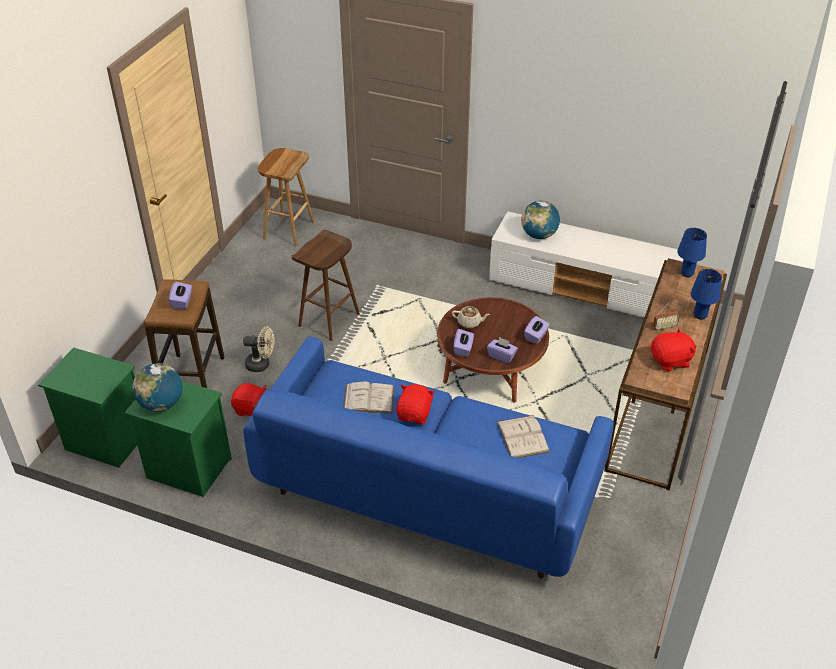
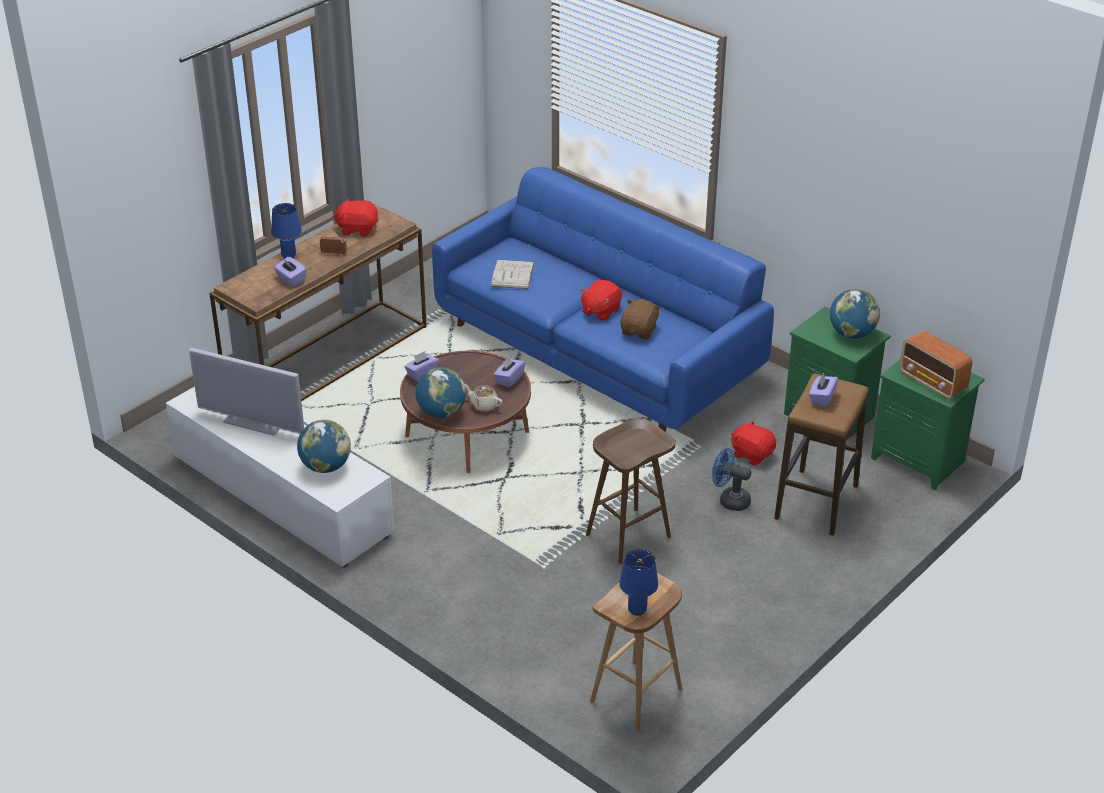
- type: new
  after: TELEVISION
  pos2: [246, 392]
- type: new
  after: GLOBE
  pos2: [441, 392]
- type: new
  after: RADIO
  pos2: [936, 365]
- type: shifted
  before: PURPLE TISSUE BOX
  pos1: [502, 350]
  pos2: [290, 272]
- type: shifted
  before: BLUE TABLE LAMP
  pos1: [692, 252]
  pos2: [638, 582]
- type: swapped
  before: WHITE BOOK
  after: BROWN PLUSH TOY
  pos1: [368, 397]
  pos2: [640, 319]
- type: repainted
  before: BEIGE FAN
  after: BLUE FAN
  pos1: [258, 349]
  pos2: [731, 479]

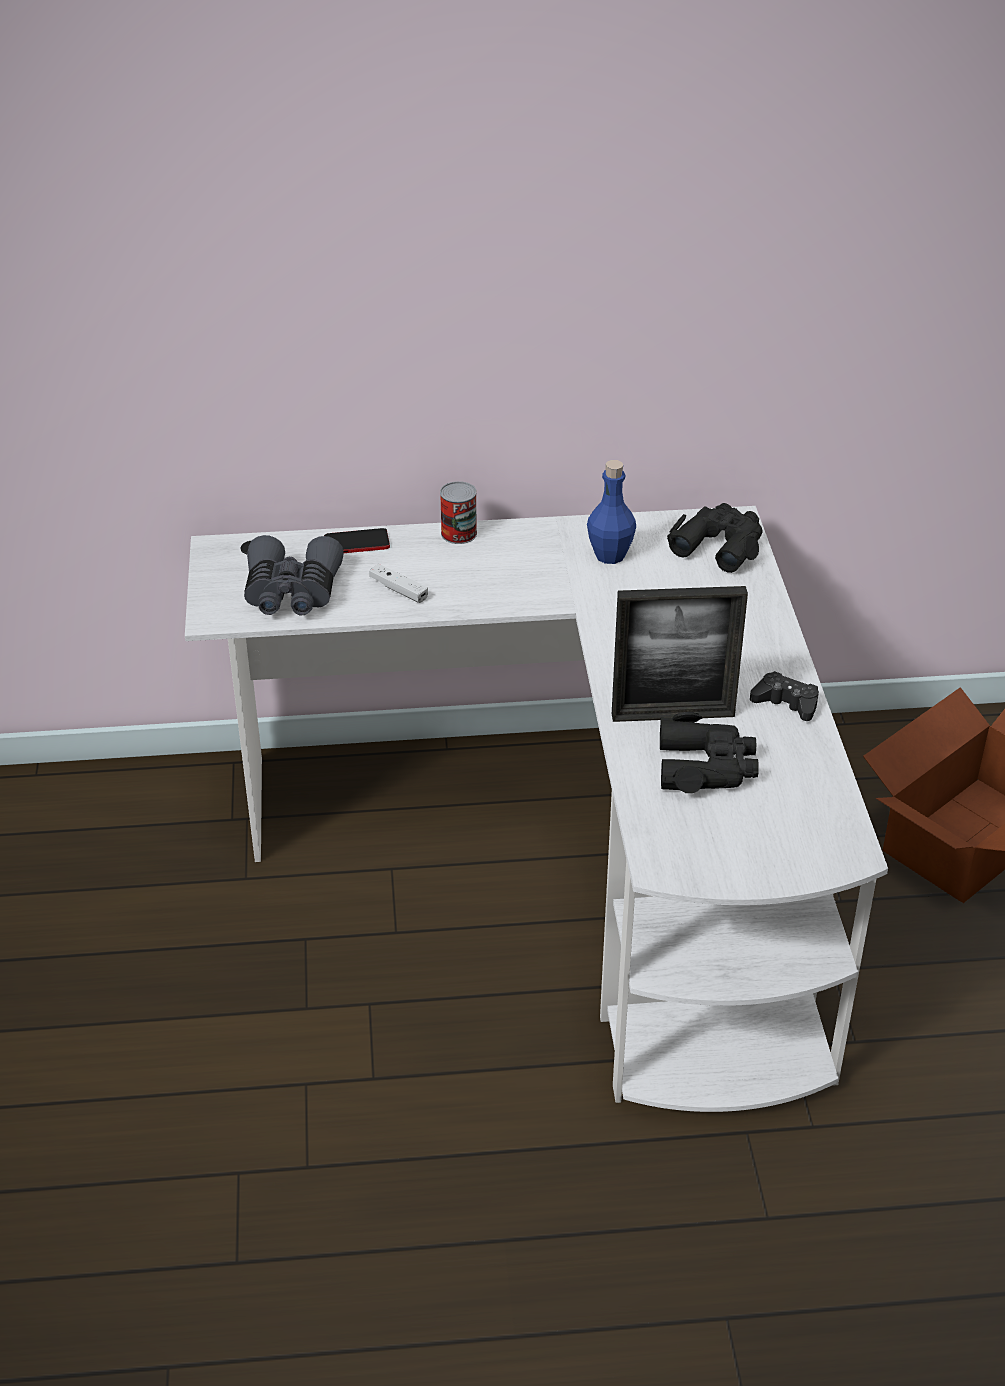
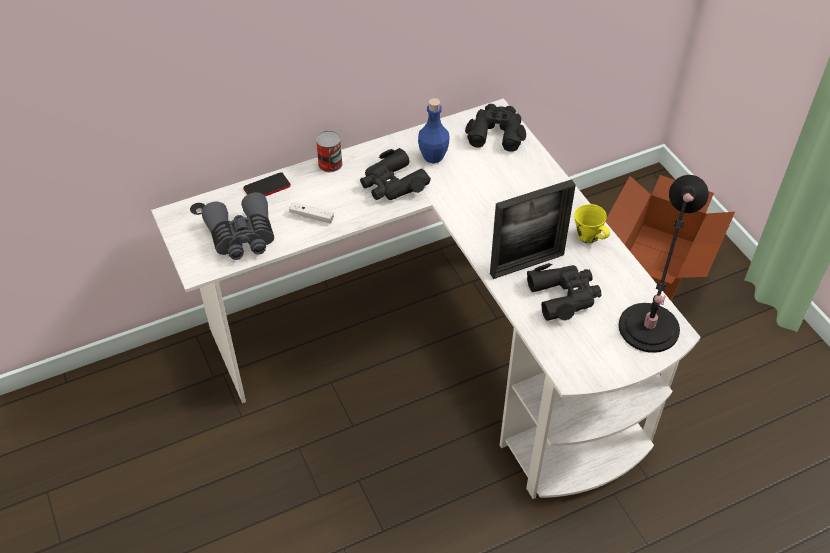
- type: new
  after: BLACK BINOCULARS
  pos2: [395, 174]
- type: new
  after: BLACK TABLE LAMP
  pos2: [664, 264]
- type: swapped
  before: BLACK GAME CONTROLLER
  after: YELLOW MUG
  pos1: [784, 696]
  pos2: [592, 223]

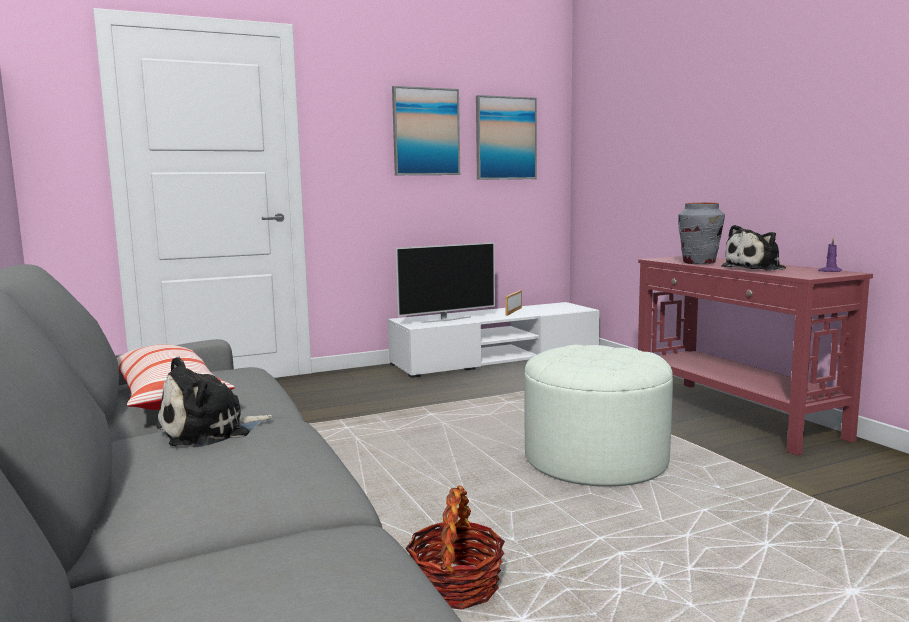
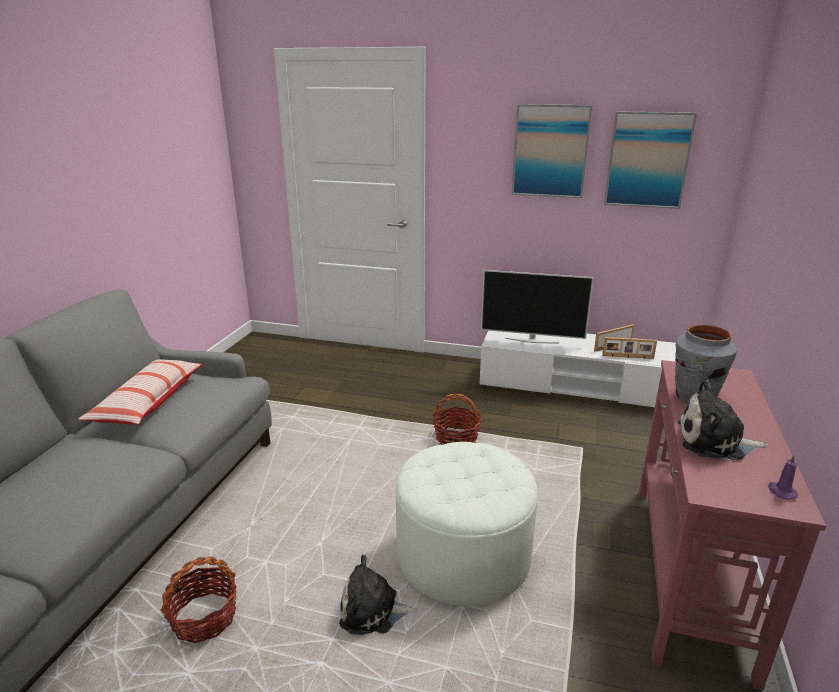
- type: new
  after: BASKET
  pos2: [457, 419]
- type: new
  after: PICTURE FRAME
  pos2: [629, 348]
- type: shifted
  before: PLUSH TOY
  pos1: [214, 402]
  pos2: [377, 595]

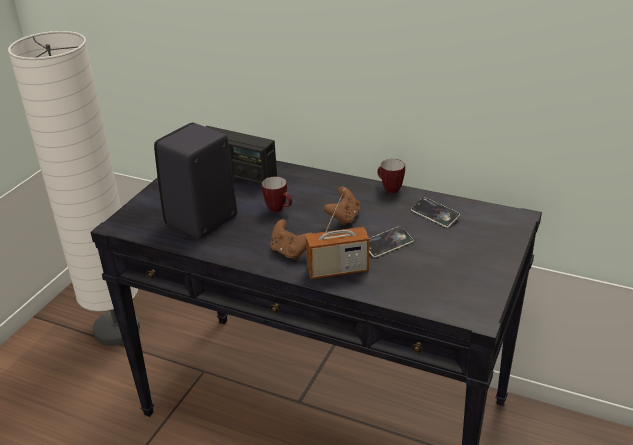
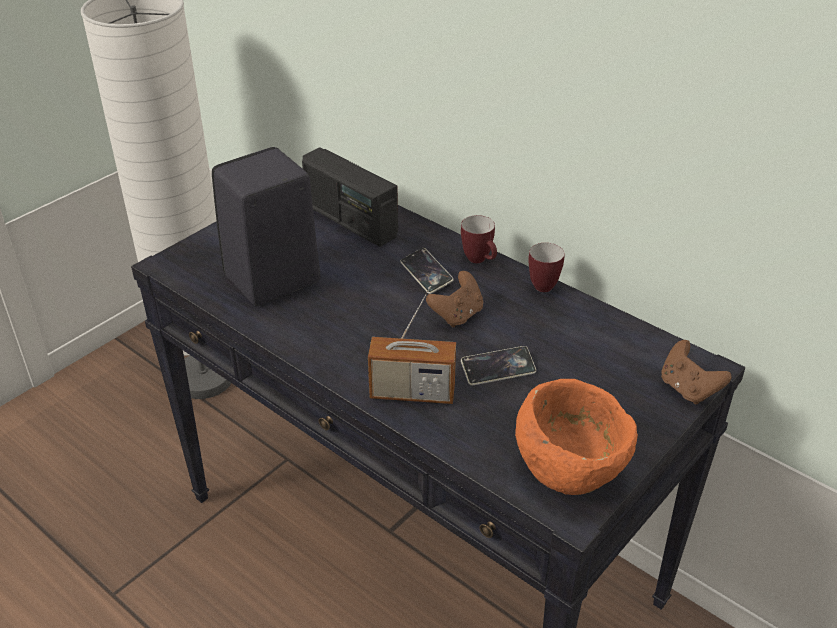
- type: new
  after: ORANGE BOWL
  pos2: [576, 437]
- type: shifted
  before: MUG
  pos1: [277, 194]
  pos2: [479, 239]
- type: shifted
  before: BROWN GAME CONTROLLER
  pos1: [291, 239]
  pos2: [696, 372]
- type: shifted
  before: PHONE
  pos1: [435, 212]
  pos2: [427, 271]

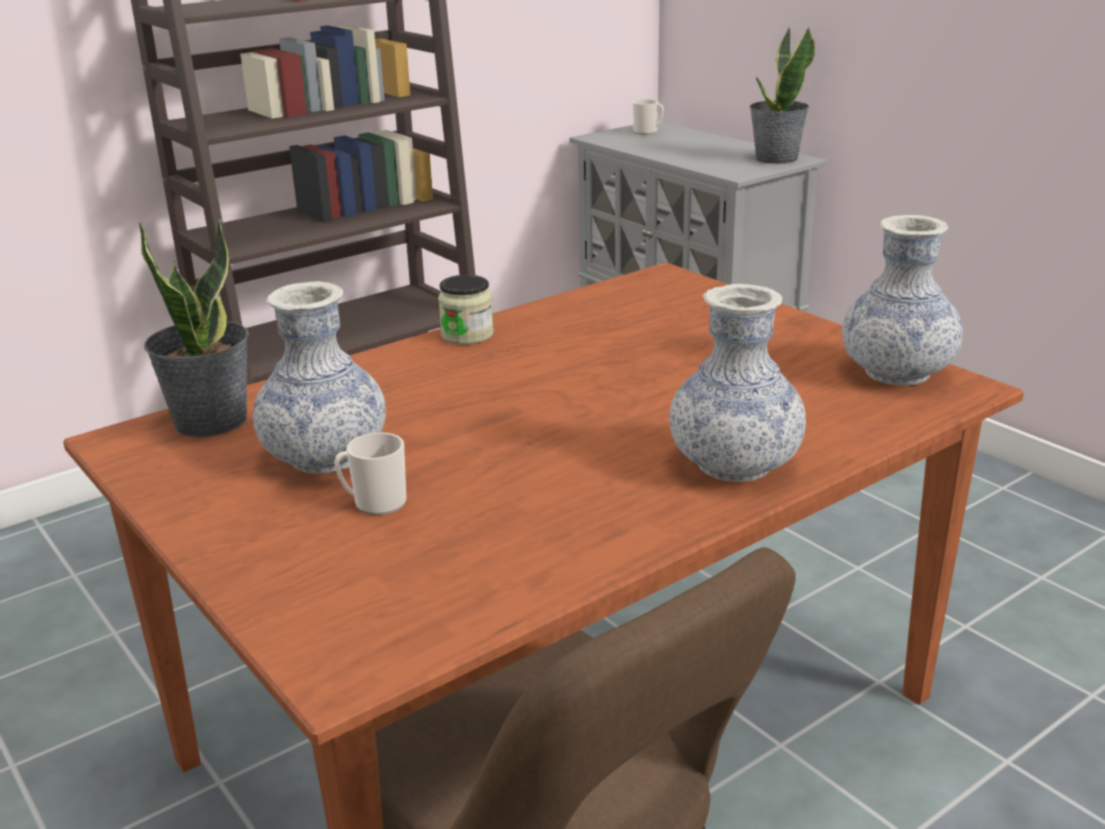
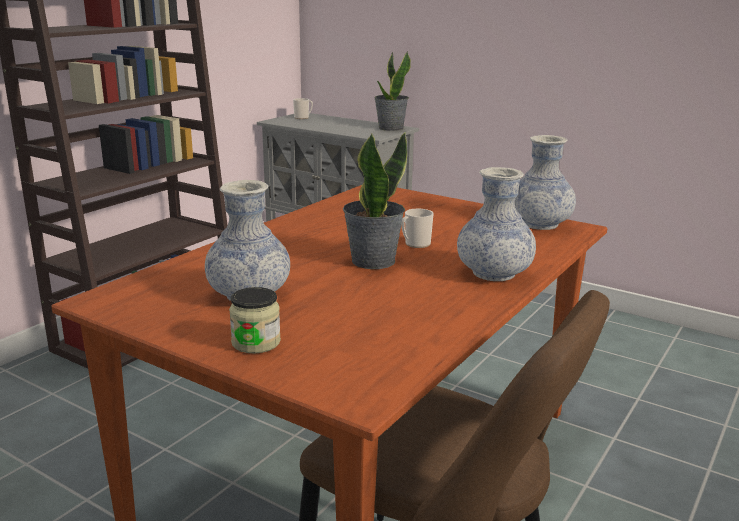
- type: shifted
  before: POTTED PLANT
  pos1: [194, 328]
  pos2: [375, 200]
- type: shifted
  before: MUG
  pos1: [370, 473]
  pos2: [417, 228]
- type: shifted
  before: JAR
  pos1: [466, 310]
  pos2: [255, 320]

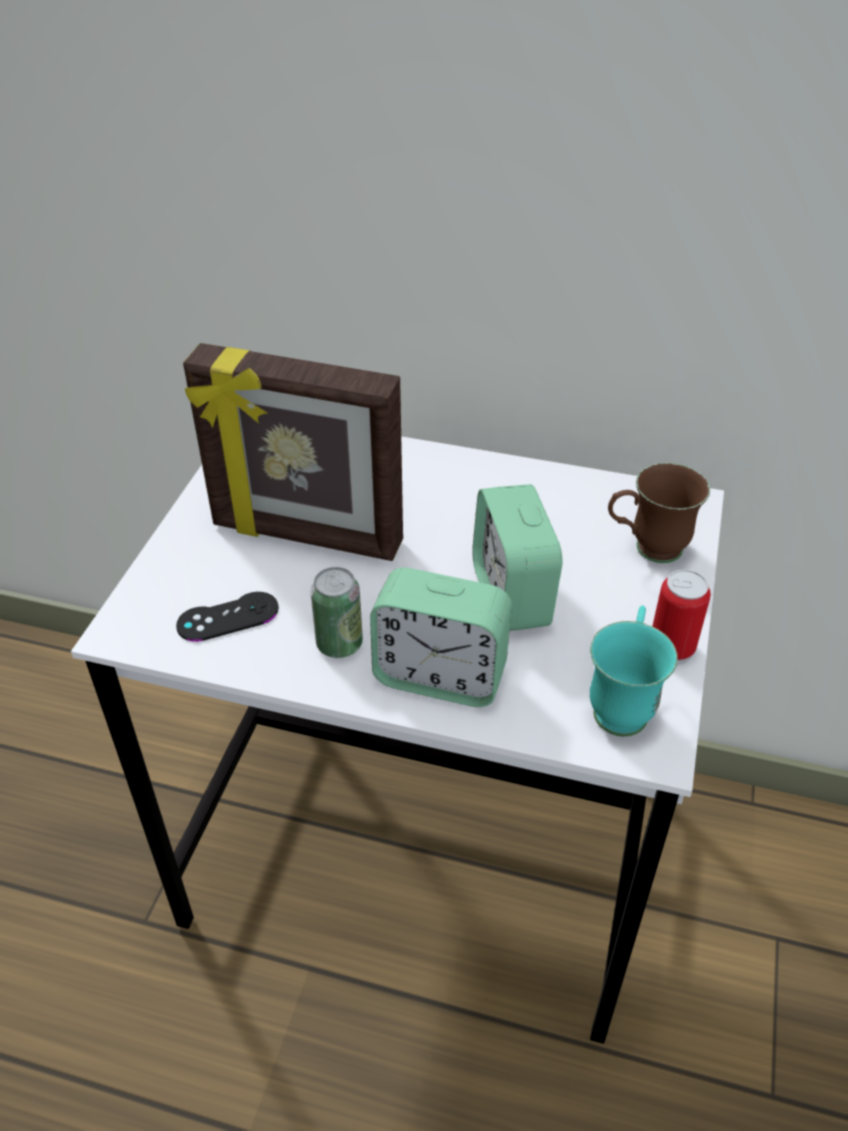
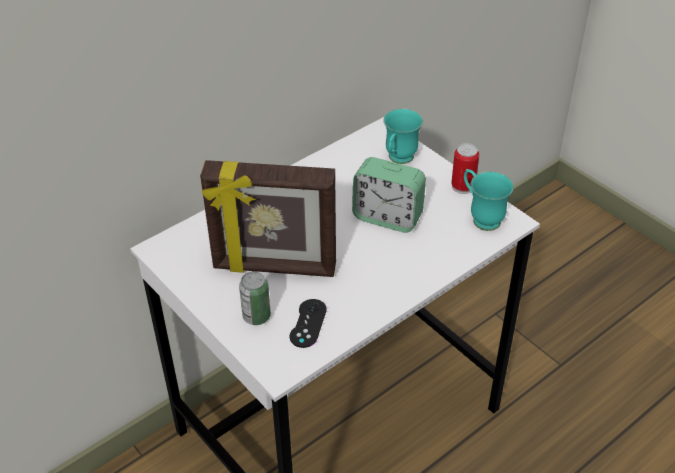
- type: gone
  before: ALARM CLOCK
  pos1: [441, 637]
- type: shifted
  before: CAN
  pos1: [337, 612]
  pos2: [255, 298]
- type: repainted
  before: BROWN MUG
  after: TURQUOISE MUG
  pos1: [659, 513]
  pos2: [403, 136]
- type: rotated
  before: PICTURE FRAME
  pos1: [293, 452]
  pos2: [268, 218]
  turn: 45

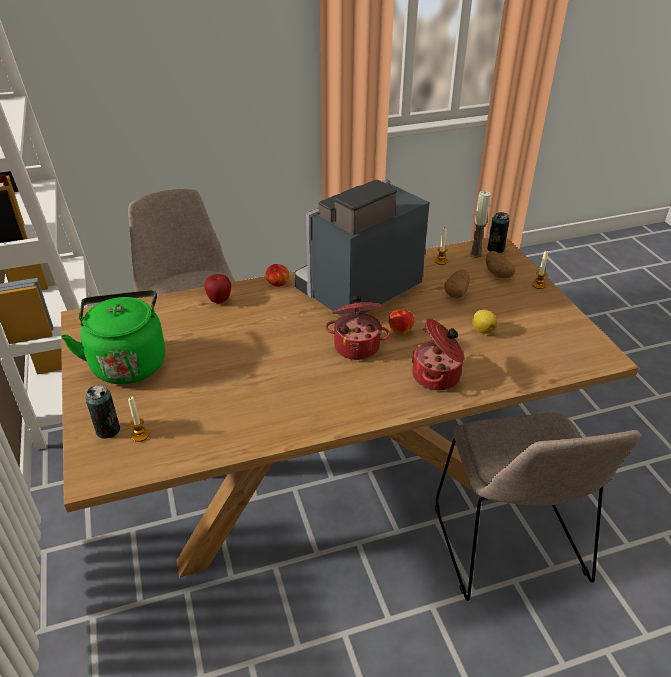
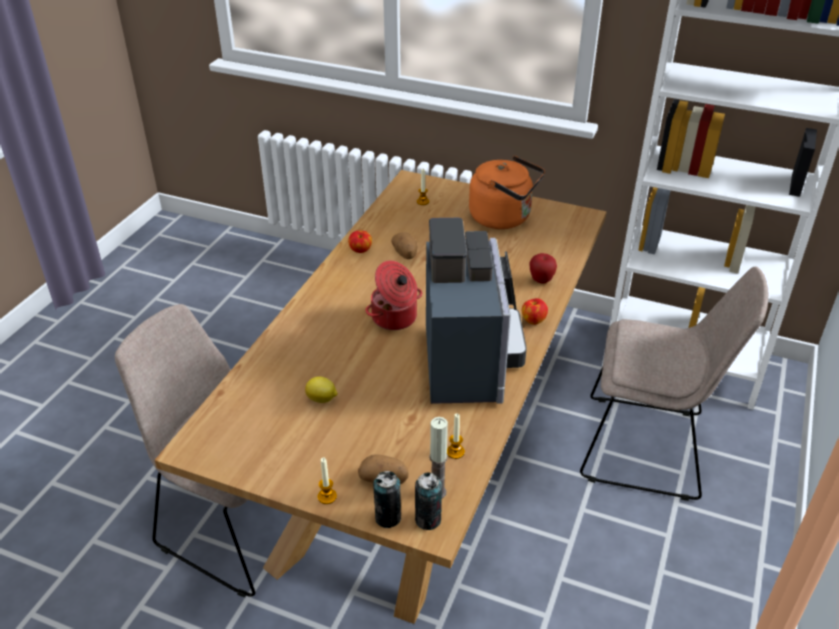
- type: gone
  before: COOKING POT
  pos1: [437, 354]
- type: shifted
  before: CAN
  pos1: [103, 412]
  pos2: [387, 499]
- type: shifted
  before: APPLE
  pos1: [401, 321]
  pos2: [360, 242]
- type: shifted
  before: POTATO
  pos1: [457, 283]
  pos2: [404, 245]
- type: repainted
  before: GREEN KETTLE
  after: ORANGE KETTLE
  pos1: [113, 337]
  pos2: [507, 192]

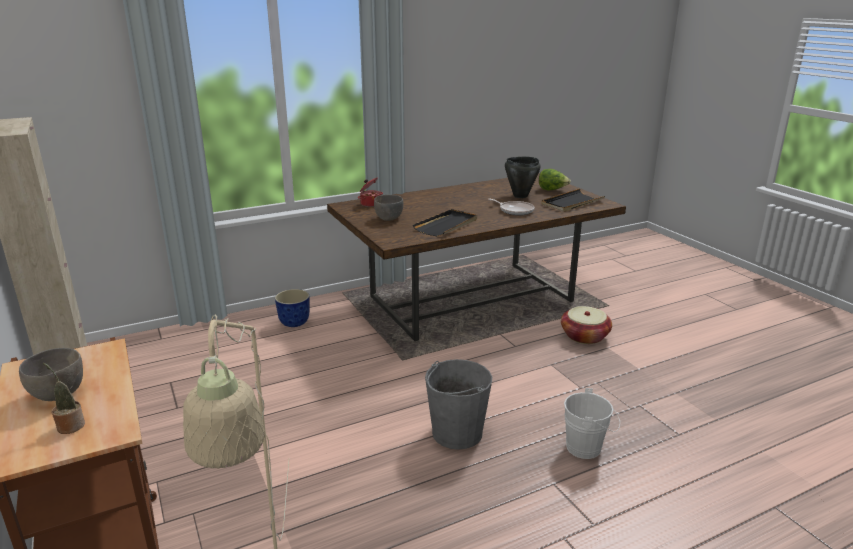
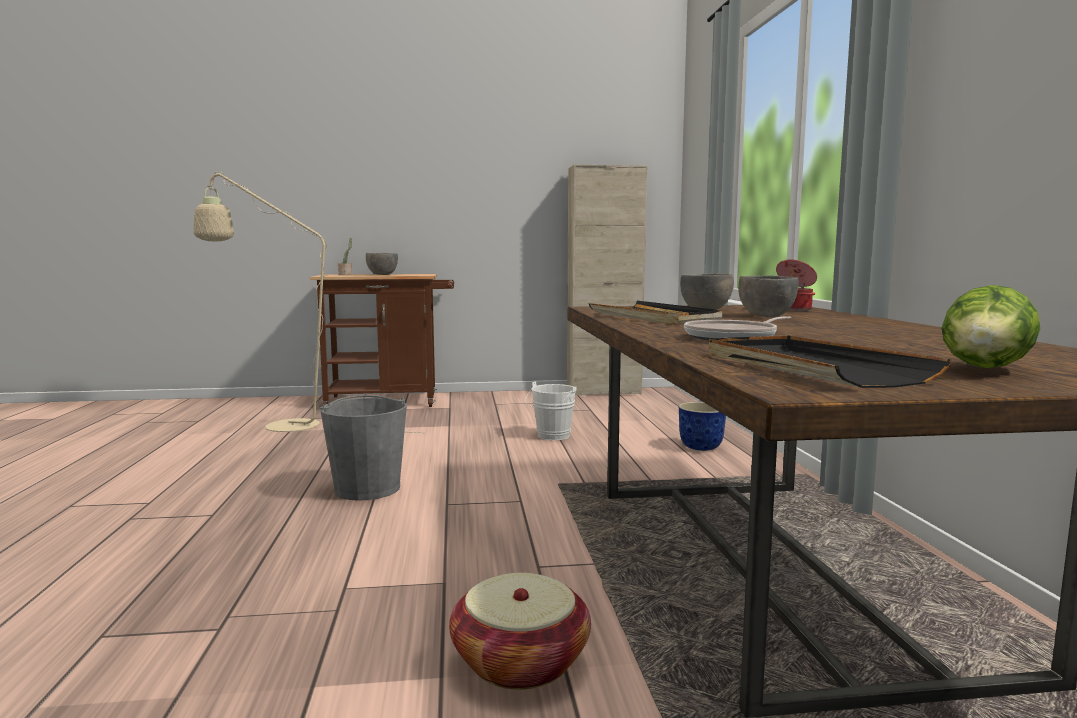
- type: gone
  before: BLACK COOKING POT
  pos1: [522, 177]
- type: new
  after: GREY BOWL
  pos2: [768, 296]
- type: shifted
  before: WHITE BUCKET
  pos1: [592, 423]
  pos2: [551, 410]

